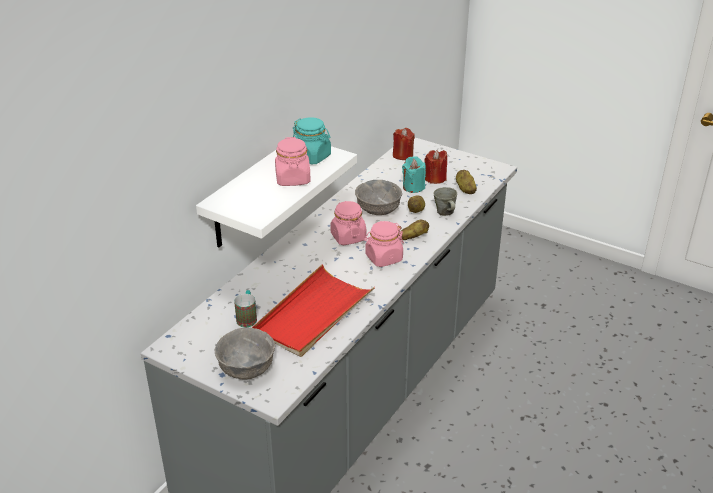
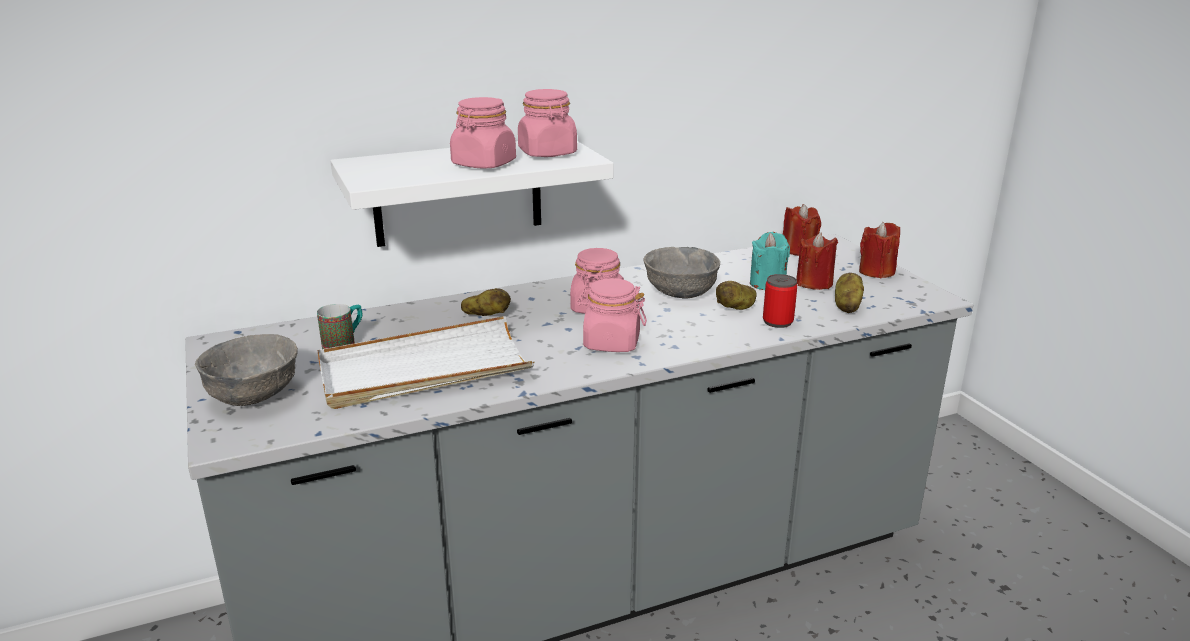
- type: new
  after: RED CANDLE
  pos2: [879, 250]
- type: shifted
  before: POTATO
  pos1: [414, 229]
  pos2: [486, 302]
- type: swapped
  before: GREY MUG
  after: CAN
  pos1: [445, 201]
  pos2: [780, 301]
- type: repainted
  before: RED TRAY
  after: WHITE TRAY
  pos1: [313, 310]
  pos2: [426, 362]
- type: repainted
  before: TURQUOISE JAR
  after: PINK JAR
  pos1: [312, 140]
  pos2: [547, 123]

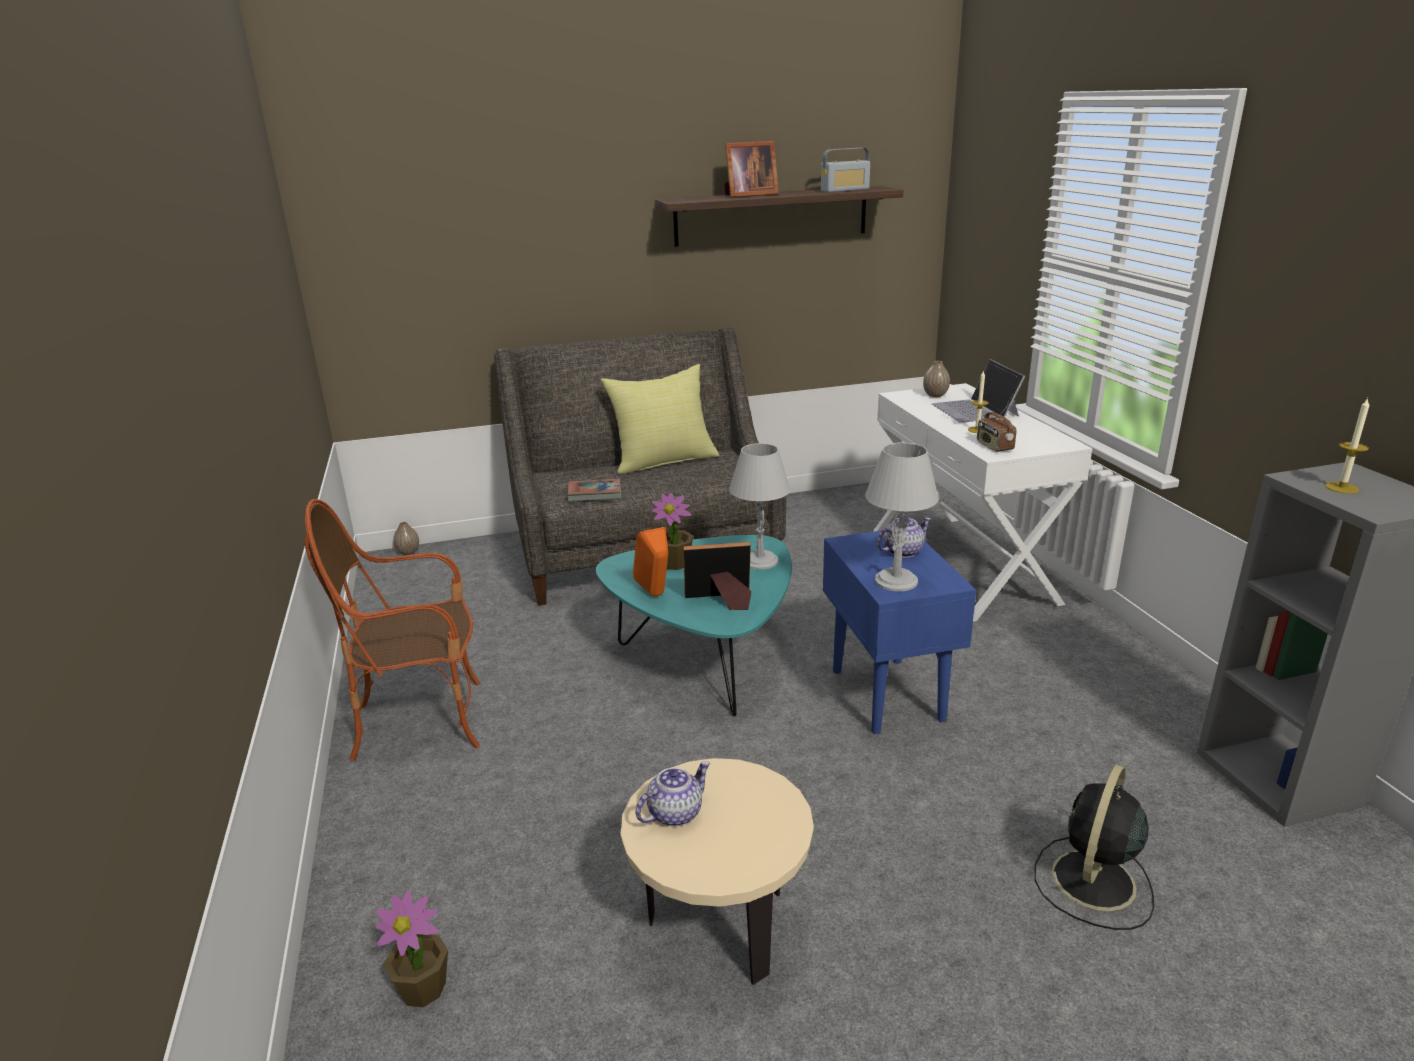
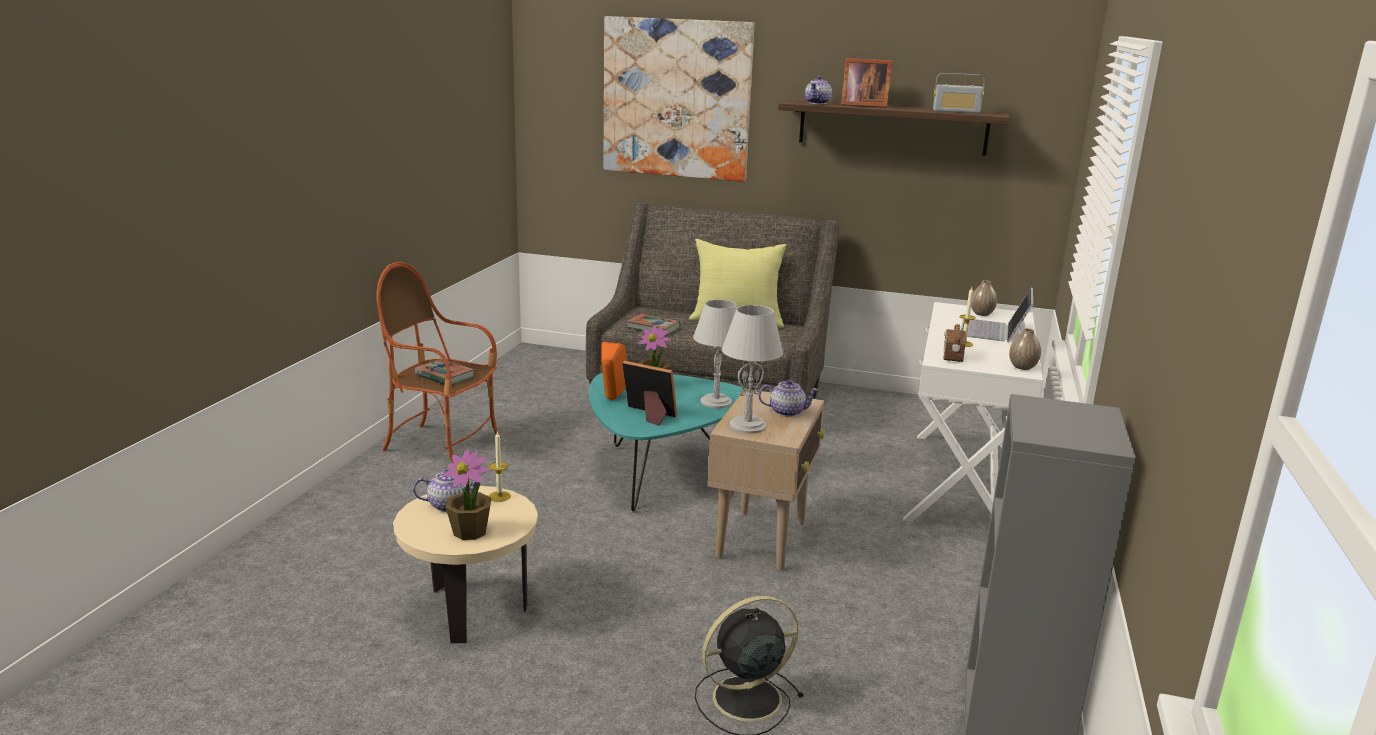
- type: new
  after: BOOK
  pos2: [445, 372]
- type: new
  after: PICTURE
  pos2: [679, 99]
- type: new
  after: TEAPOT
  pos2: [818, 90]
- type: shifted
  before: POTTED PLANT
  pos1: [412, 949]
  pos2: [467, 494]
- type: shifted
  before: VASE
  pos1: [406, 538]
  pos2: [1025, 349]
- type: shifted
  before: CANDLE
  pos1: [1347, 445]
  pos2: [500, 466]
- type: repainted
  before: BLUE SIDE TABLE
  after: BEIGE SIDE TABLE
  pos1: [899, 632]
  pos2: [766, 480]

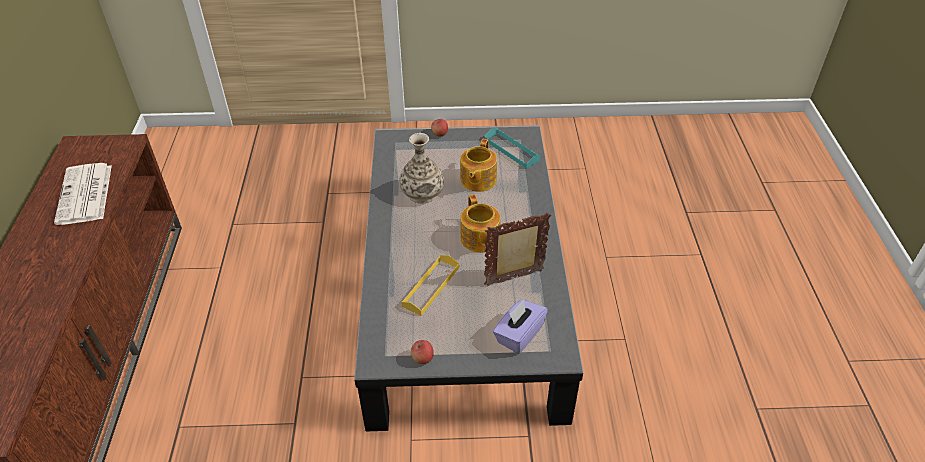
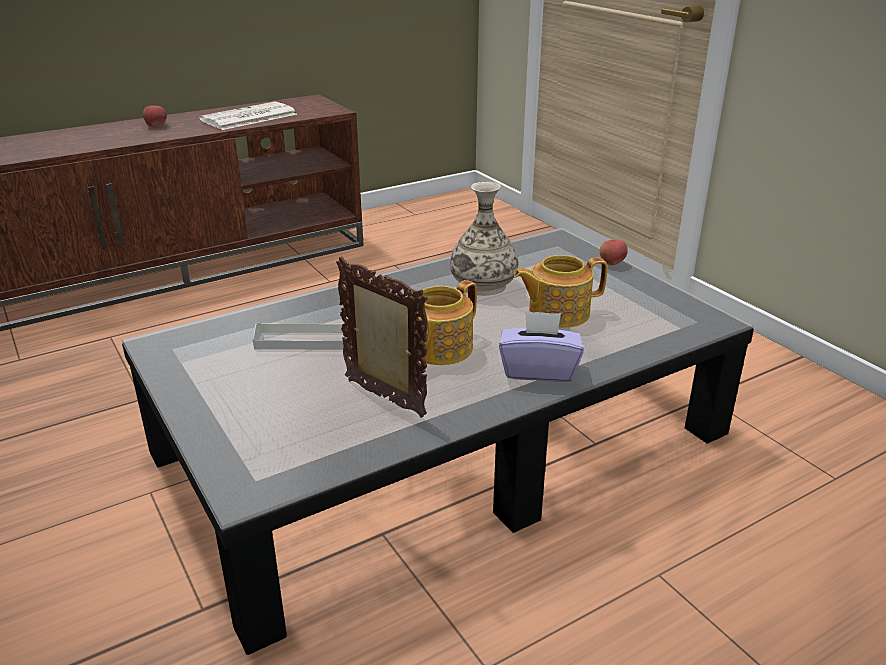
- type: gone
  before: TURQUOISE TRAY
  pos1: [512, 148]
- type: shifted
  before: APPLE
  pos1: [422, 352]
  pos2: [155, 116]
- type: shifted
  before: PURPLE TISSUE BOX
  pos1: [520, 326]
  pos2: [541, 346]
- type: repainted
  before: YELLOW TRAY
  after: GREY TRAY
  pos1: [430, 285]
  pos2: [302, 336]

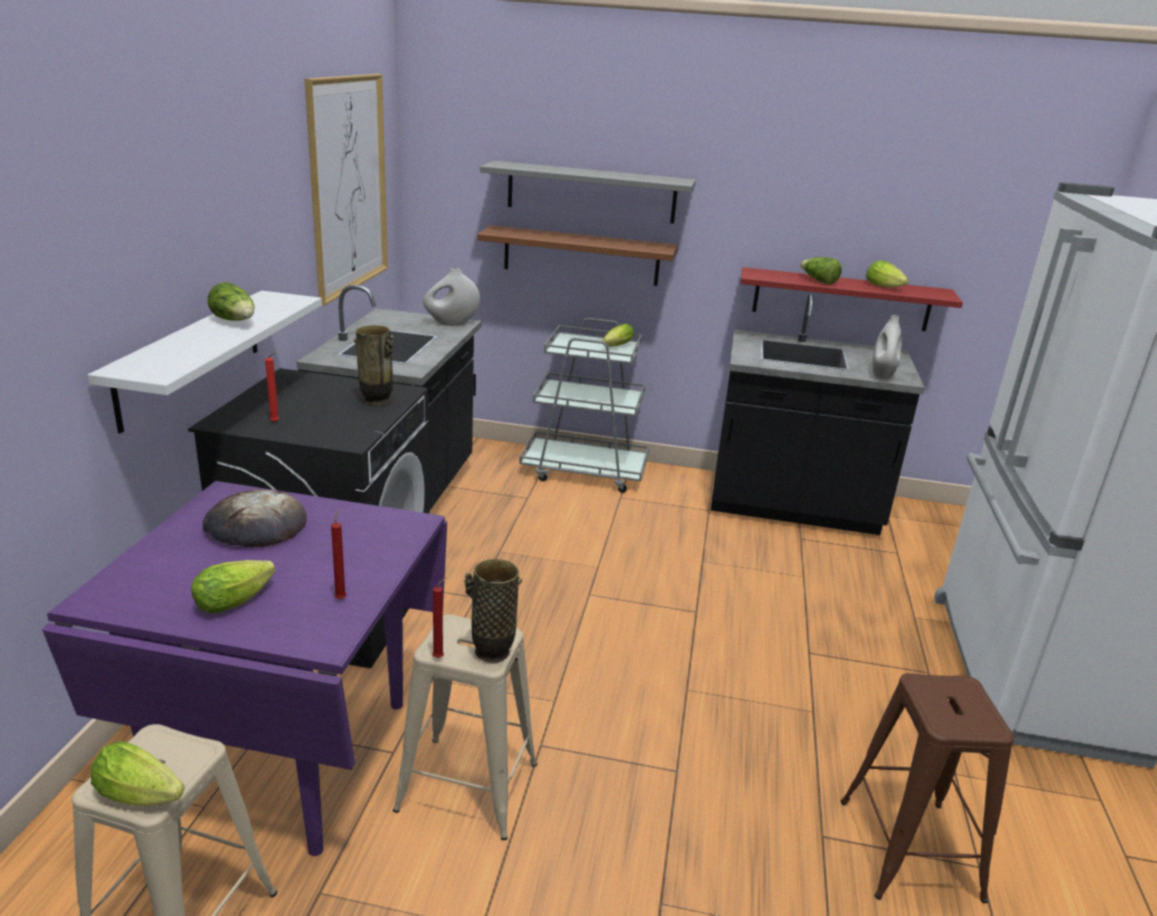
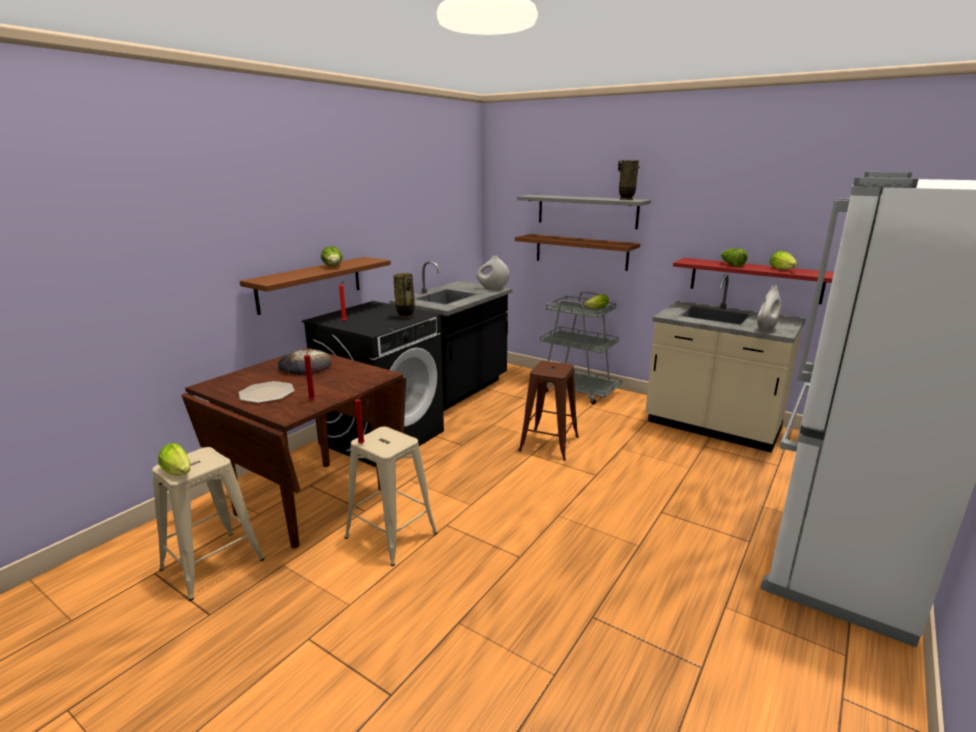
- type: gone
  before: PICTURE
  pos1: [346, 190]
- type: shifted
  before: VASE
  pos1: [493, 611]
  pos2: [629, 180]
- type: shifted
  before: BROWN STOOL
  pos1: [927, 788]
  pos2: [548, 410]
- type: swapped
  before: LETTUCE
  after: PLATE
  pos1: [233, 586]
  pos2: [267, 392]
- type: repainted
  before: PURPLE DINING TABLE
  after: BROWN DINING TABLE
  pos1: [244, 668]
  pos2: [293, 448]
- type: repainted
  before: WHITE SHELF
  after: BROWN SHELF
  pos1: [205, 362]
  pos2: [315, 286]
- type: repainted
  before: BLACK COUNTER
  after: BEIGE COUNTER
  pos1: [818, 414]
  pos2: [725, 363]

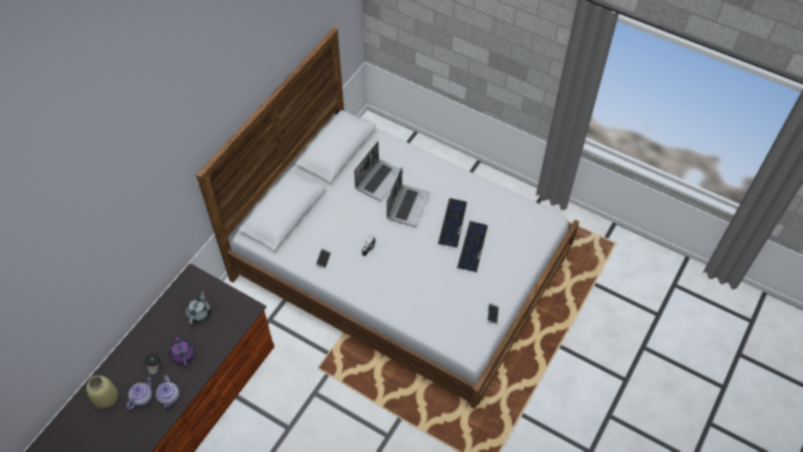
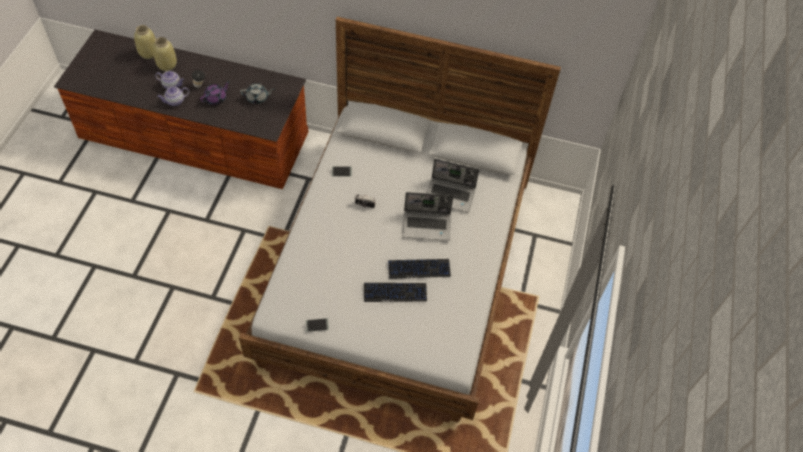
- type: new
  after: BEIGE VASE
  pos2: [145, 42]

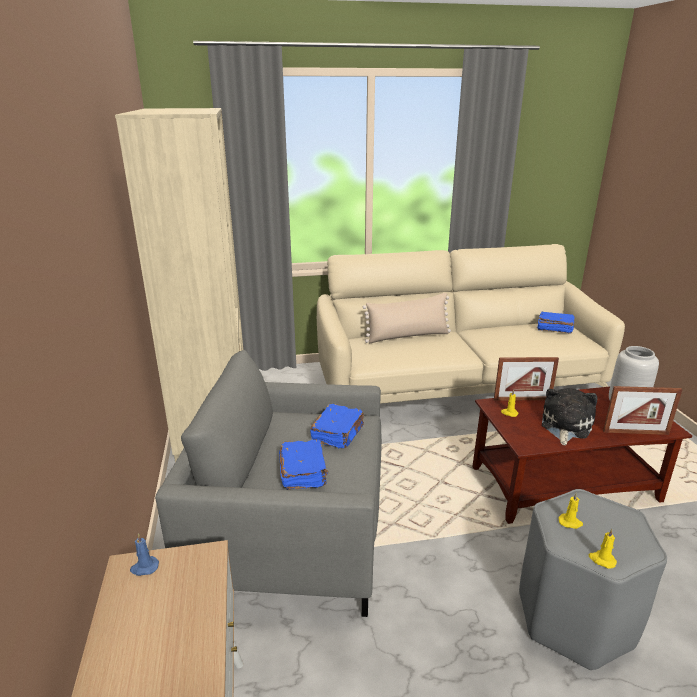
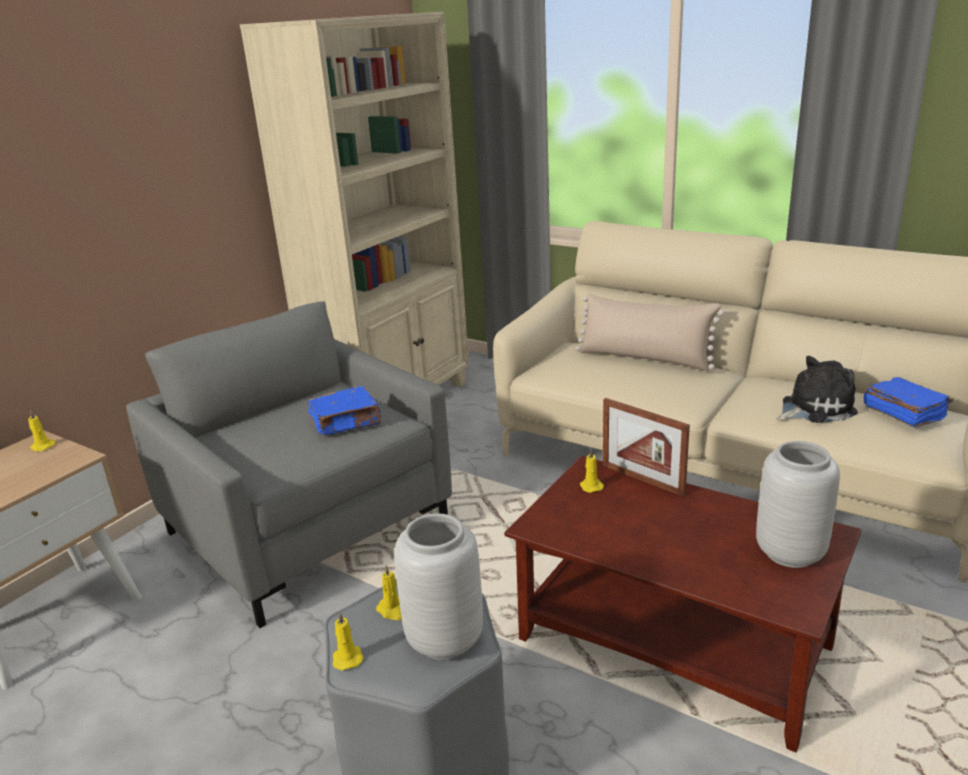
- type: gone
  before: BLUE BOOK
  pos1: [303, 464]
- type: gone
  before: PICTURE FRAME
  pos1: [643, 410]
- type: new
  after: GREY VASE
  pos2: [438, 587]
- type: shifted
  before: PLUSH TOY
  pos1: [569, 417]
  pos2: [817, 389]
- type: repainted
  before: BLUE CANDLE
  after: YELLOW CANDLE
  pos1: [144, 554]
  pos2: [41, 430]

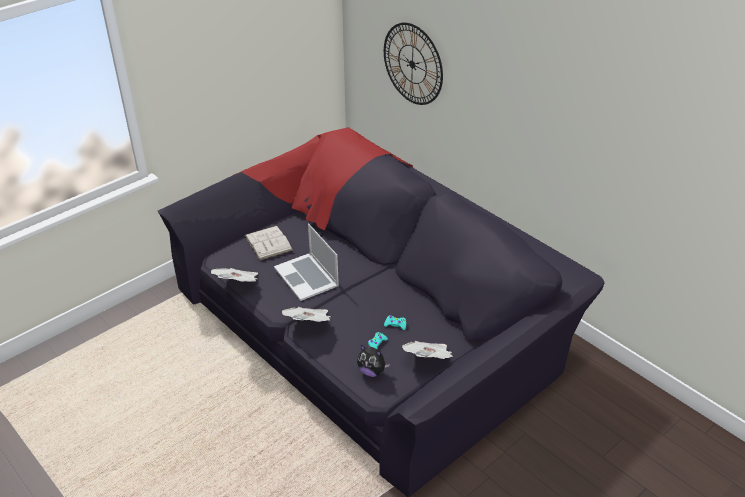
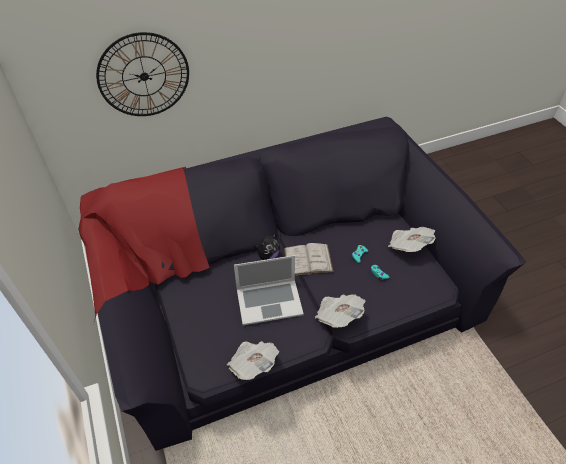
- type: shifted
  before: WHITE BOOK
  pos1: [269, 243]
  pos2: [309, 259]
- type: shifted
  before: PLUSH TOY
  pos1: [373, 361]
  pos2: [267, 246]

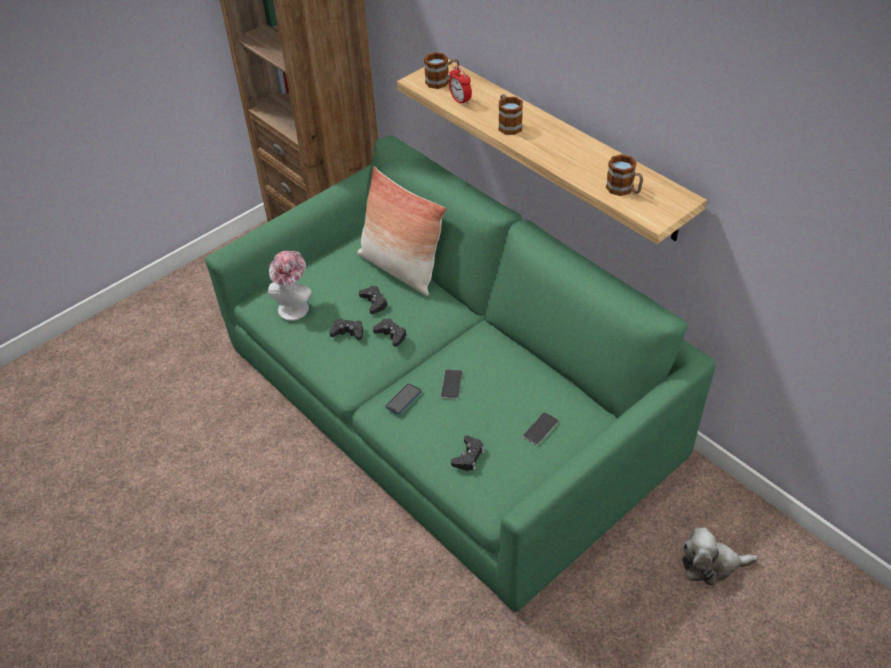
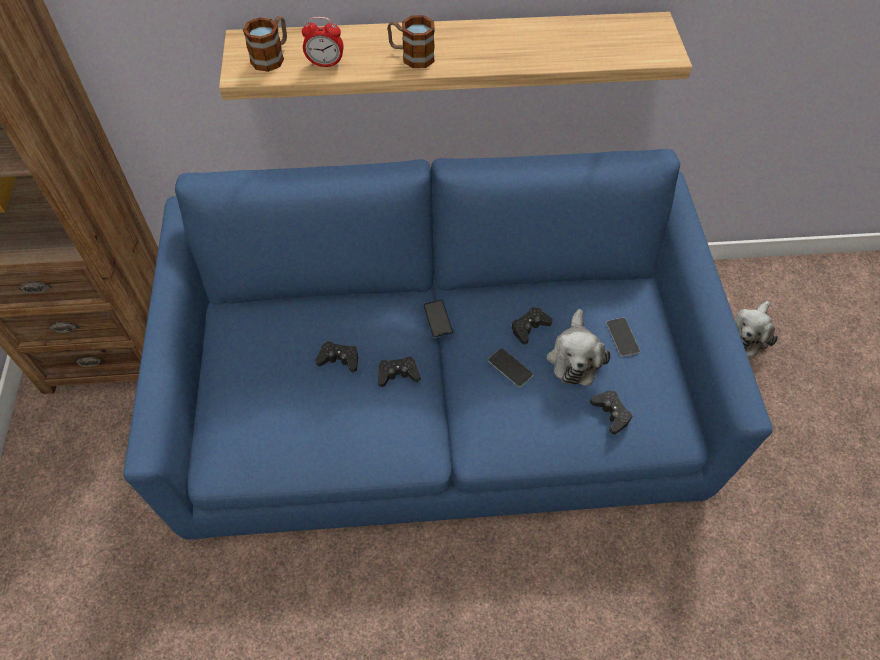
- type: gone
  before: HAT
  pos1: [290, 285]
- type: gone
  before: PILLOW
  pos1: [402, 231]
- type: gone
  before: MUG
  pos1: [624, 175]
- type: new
  after: PLUSH TOY
  pos2: [578, 347]
- type: shifted
  before: BLACK GAME CONTROLLER
  pos1: [346, 329]
  pos2: [532, 325]
- type: shifted
  before: PHONE
  pos1: [404, 399]
  pos2: [438, 319]
- type: repainted
  before: GREEN SOFA
  after: BLUE SOFA
  pos1: [460, 373]
  pos2: [447, 344]

